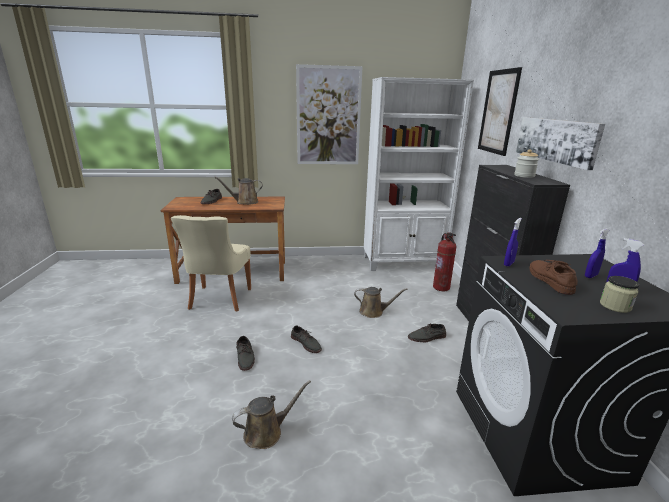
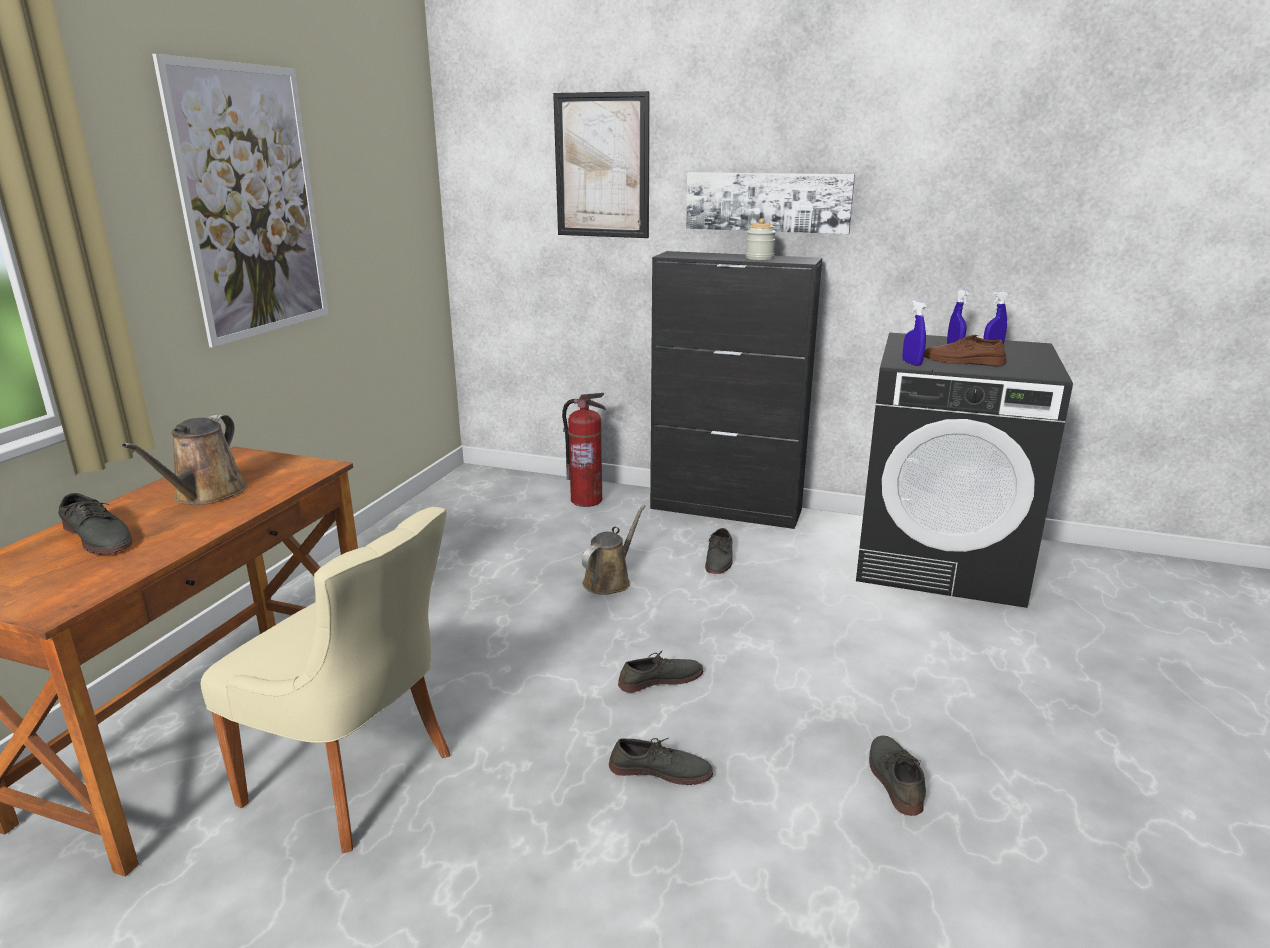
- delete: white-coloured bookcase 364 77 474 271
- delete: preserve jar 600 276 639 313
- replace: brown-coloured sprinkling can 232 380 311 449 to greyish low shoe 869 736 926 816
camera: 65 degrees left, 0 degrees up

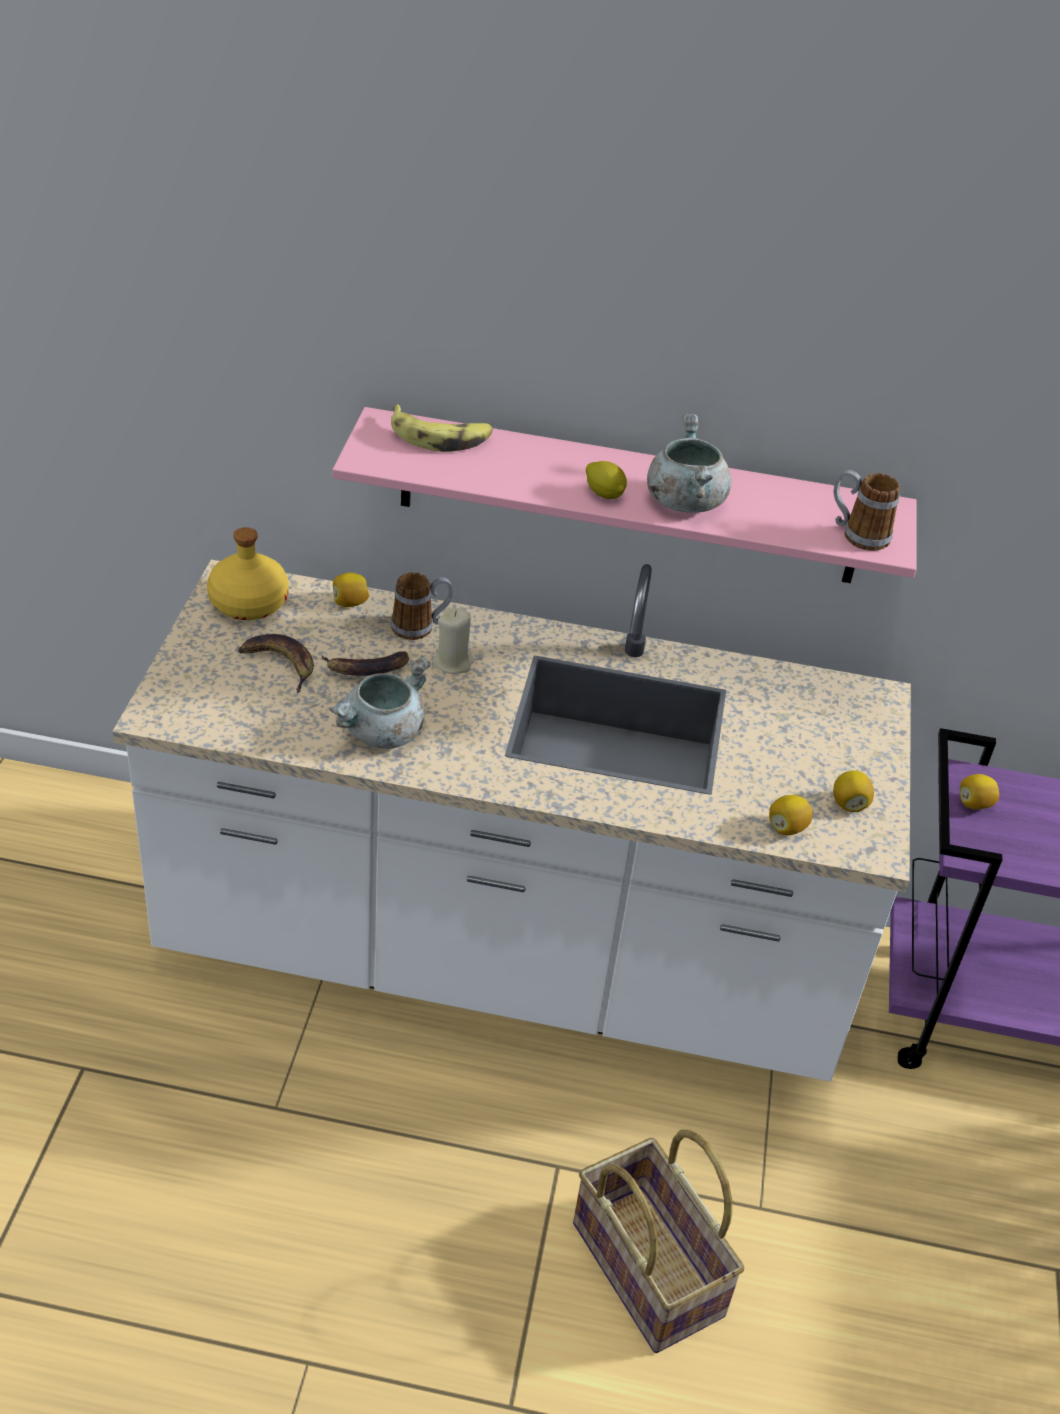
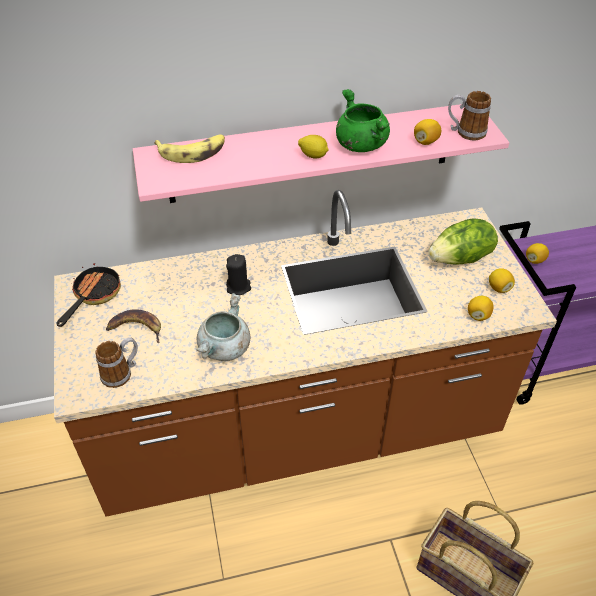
- recolor: greyish cooking pot 647 413 732 513 to greenish cooking pot 336 89 390 152
- replace: yellowish beverage bottle 207 527 289 620 to frying pan 56 258 121 327
- recolor: white-coloured kitchen counter 113 560 911 1081 to brown-coloured kitchen counter 54 190 557 517
- move: mug 391 572 453 640 to 95 337 138 388
- move: lemon 333 573 370 607 to 414 119 441 145
- recolor: beige candle 432 608 475 674 to blackish candle 226 254 251 295
- delete: banana 321 651 409 676
- insert: lettuce head 428 218 498 265
camera: 20 degrees left, 5 degrees up

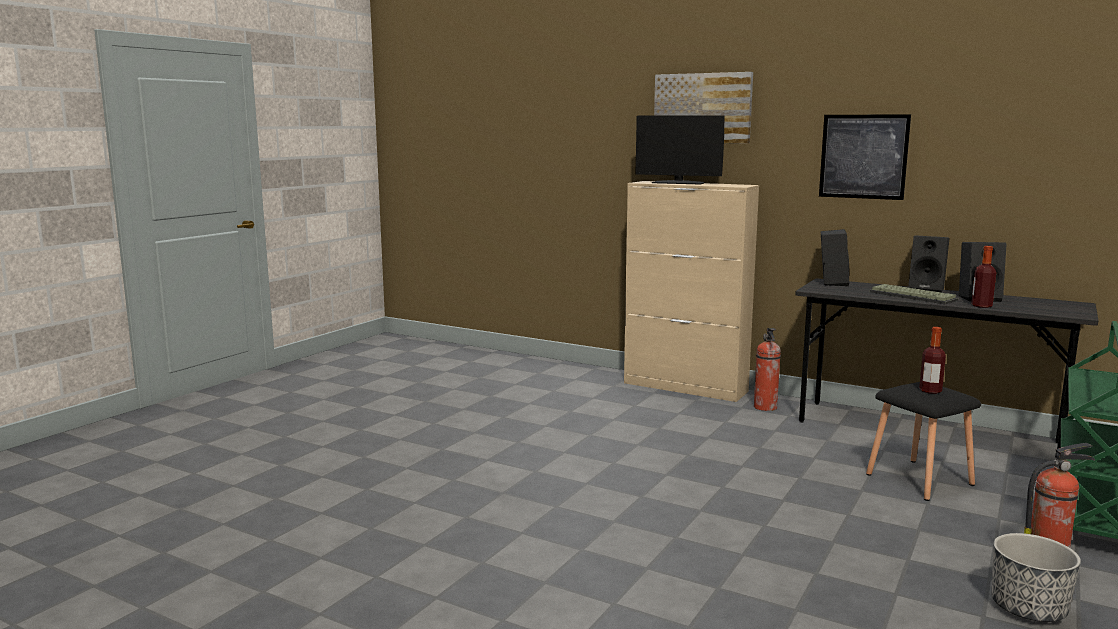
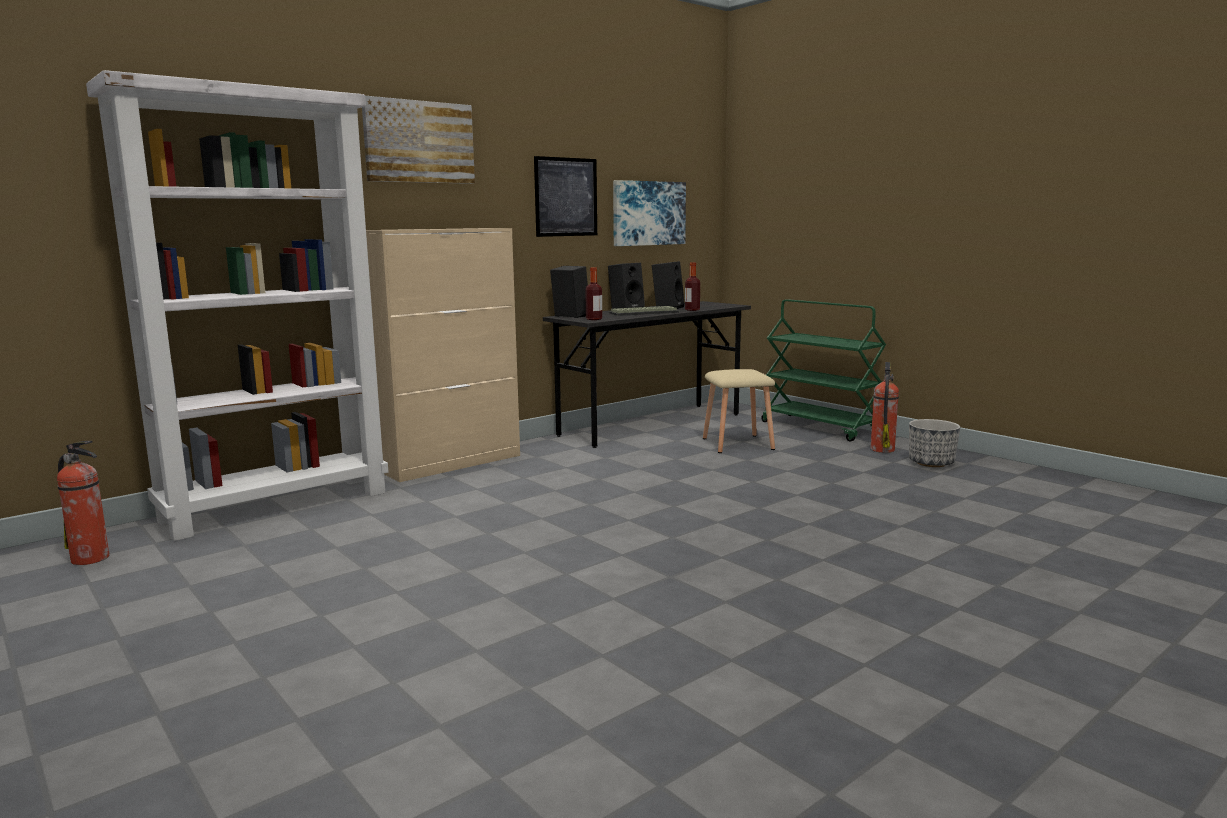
- delete: computer display 636 115 724 185
- move: beverage bottle 919 327 946 394 to 585 267 602 320
- move: extinguisher 754 328 781 411 to 57 441 110 565
- recolor: blackish stool 866 382 981 501 to beige stool 703 369 775 453
- insert: white-coloured bookcase 86 70 388 541
- insert: picture 613 180 686 246
camera: 70 degrees left, 0 degrees up

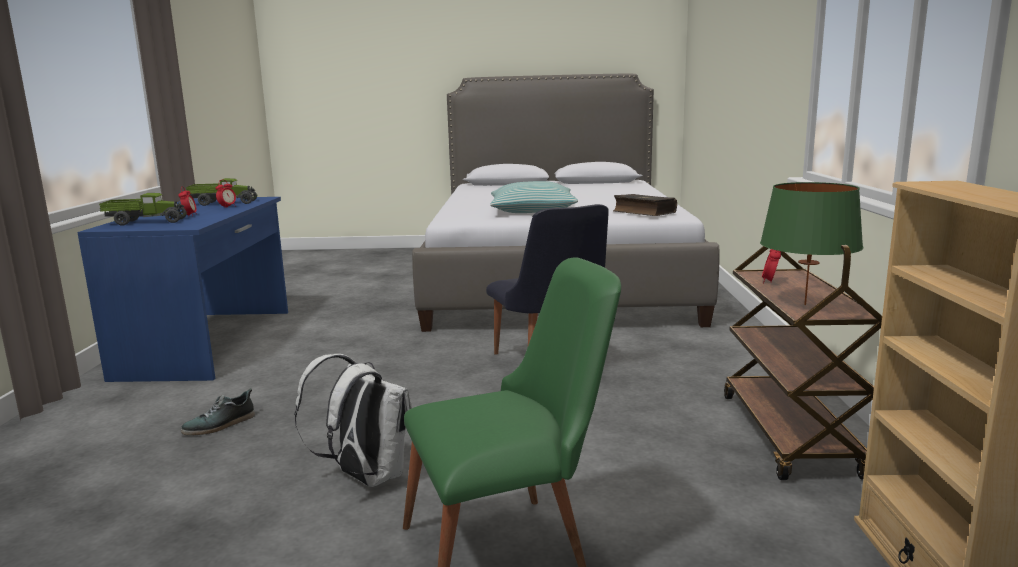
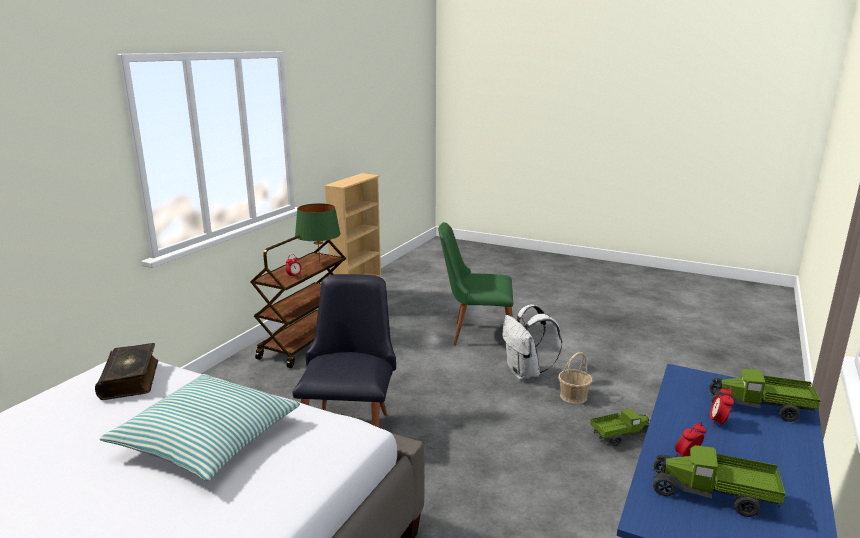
- replace: low shoe 181 388 255 436 to toy truck 590 409 650 446
- insert: basket 558 352 592 404
camera: 155 degrees left, 5 degrees up

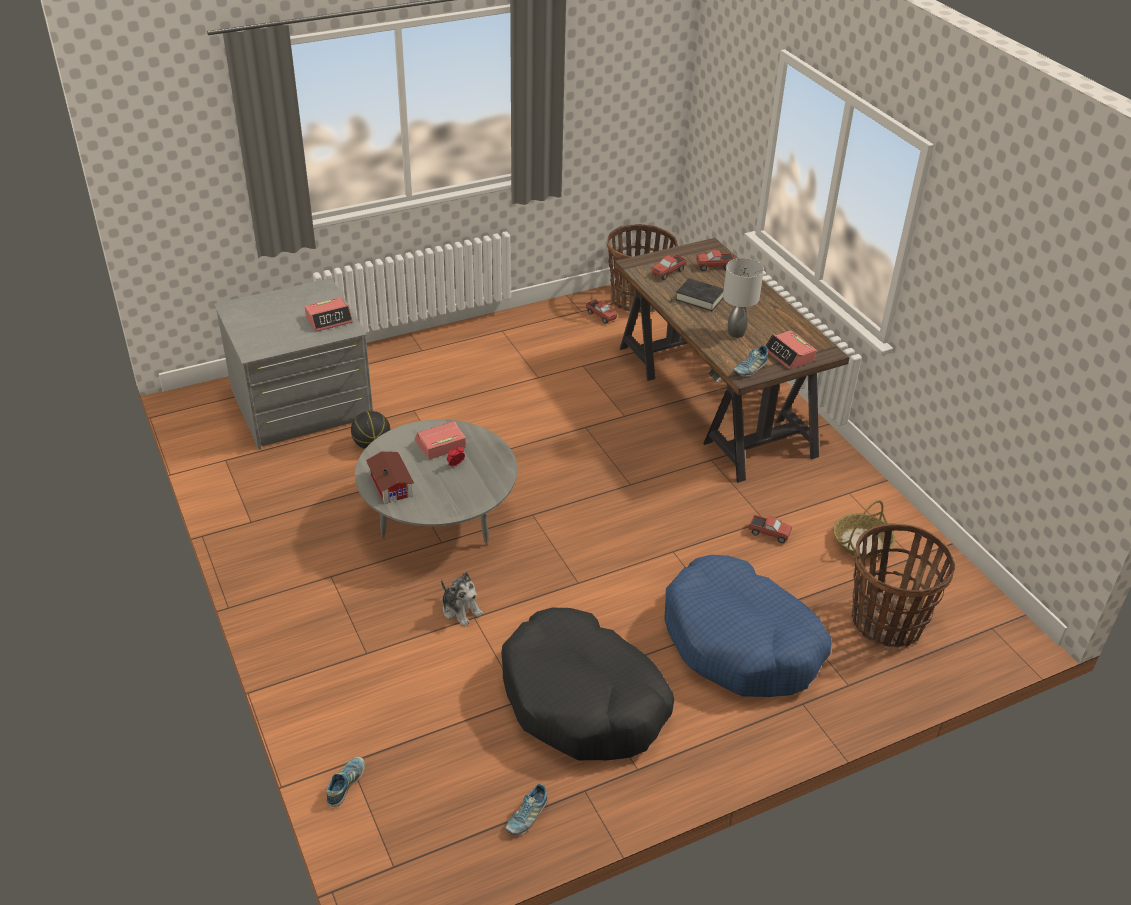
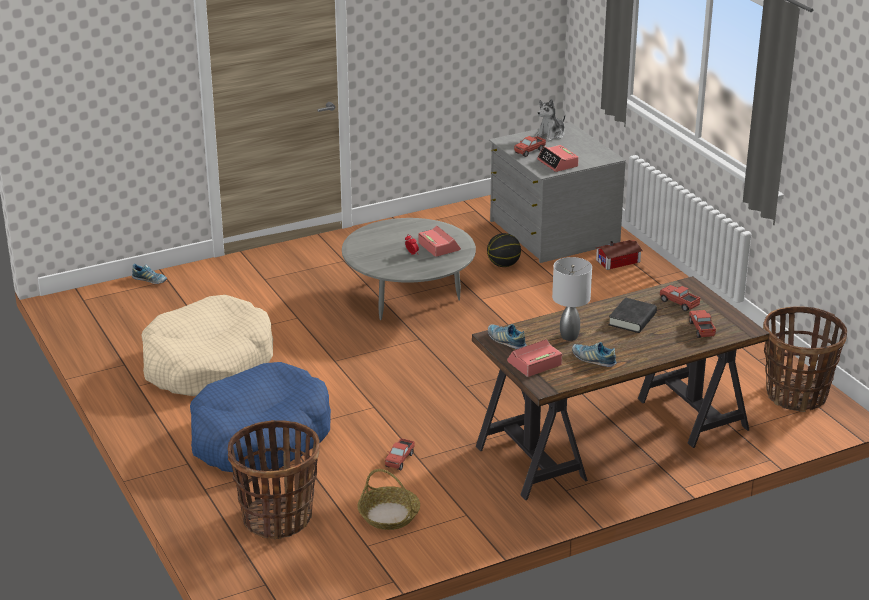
- move: toy truck 586 299 617 324 to 514 136 546 157
- move: miniature house 366 451 414 504 to 596 240 643 270
- move: soft toy 441 572 483 626 to 535 99 565 142
- recolor: blackish pet bed 501 608 674 761 to beige pet bed 142 295 273 396
- move: low shoe 505 784 548 835 to 572 342 617 367
camera: 90 degrees right, 10 degrees down

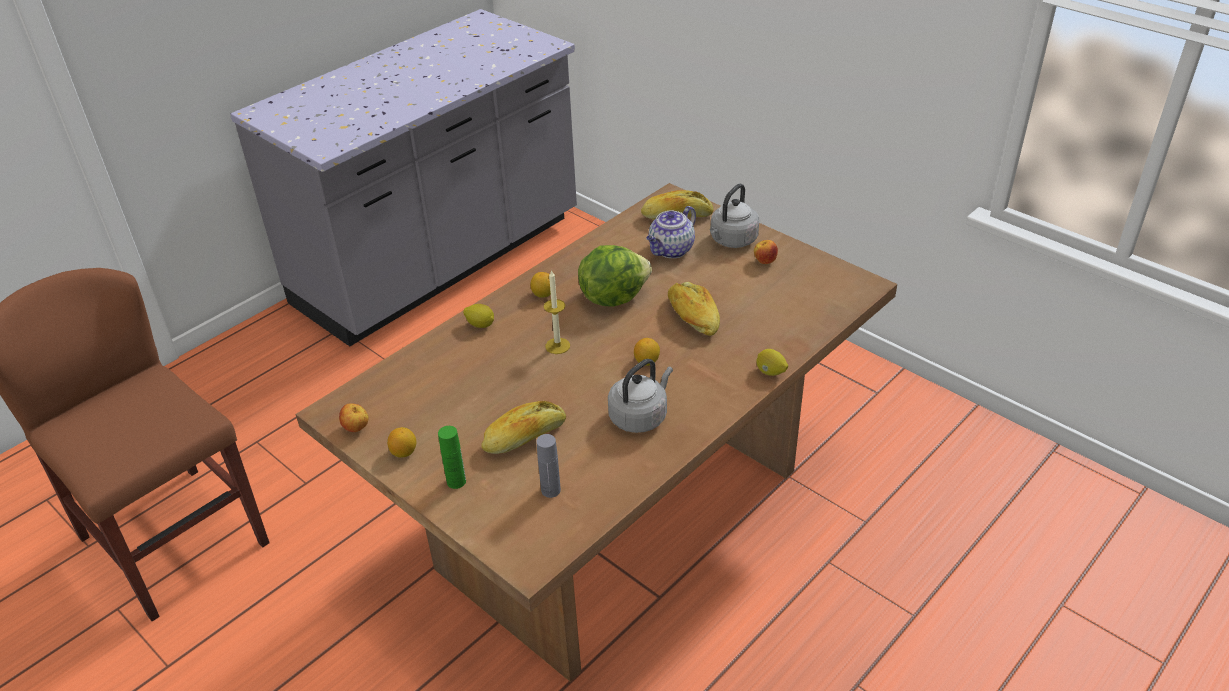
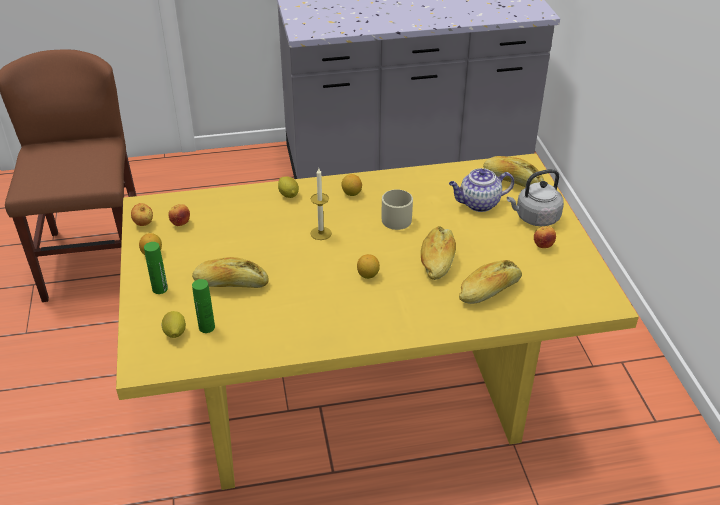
- recolor: brown-coloured kitchen table 296 183 897 682 to yellowish kitchen table 116 153 639 490
- replace: lettuce head 578 245 652 307 to beige mug 381 189 413 230
- move: lemon 756 349 788 376 to 161 311 186 338
- delete: greyish tea kettle 608 359 673 433
- recolor: greyish beverage bottle 536 434 561 498 to greenish beverage bottle 192 279 215 333
- insert: whole apple 168 204 190 226
- insert: bread 459 260 522 304
camera: 35 degrees right, 0 degrees up

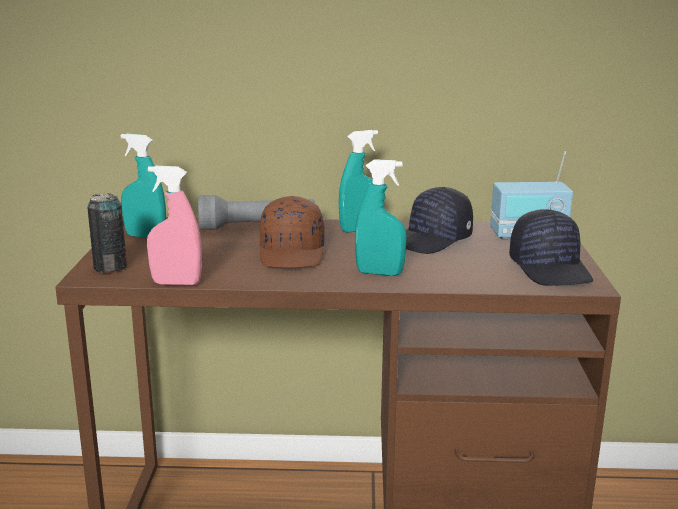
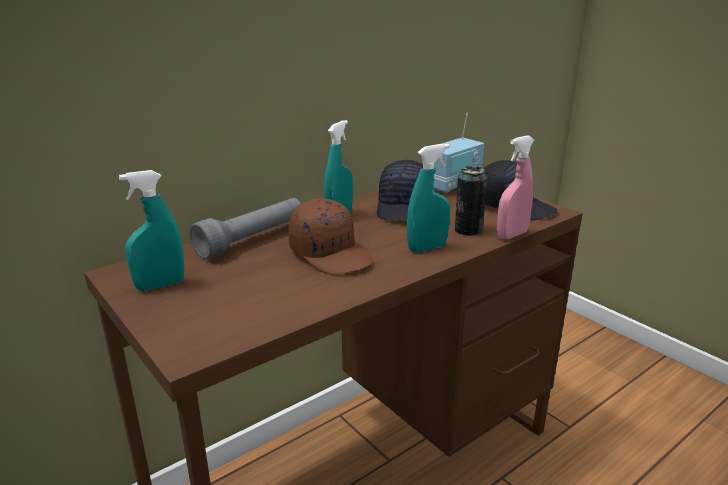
- move: pink-coloured spray bottle 147 166 202 285 to 497 135 534 240
- move: can 87 193 127 273 to 455 166 487 236
camera: 40 degrees left, 5 degrees up

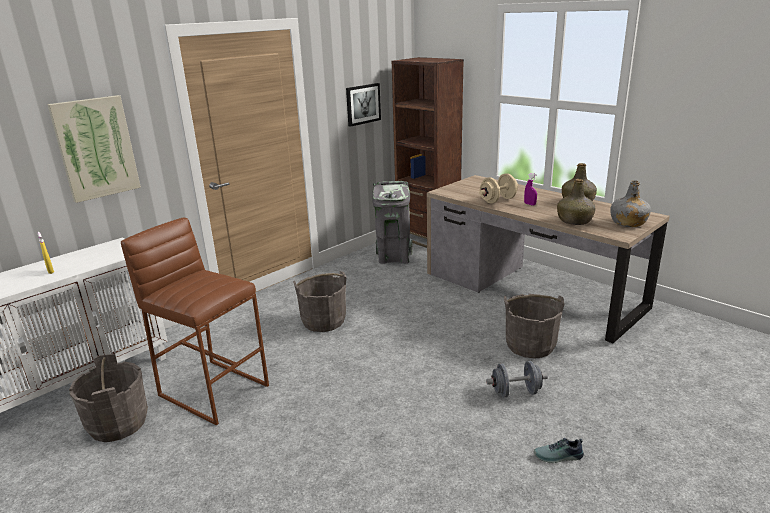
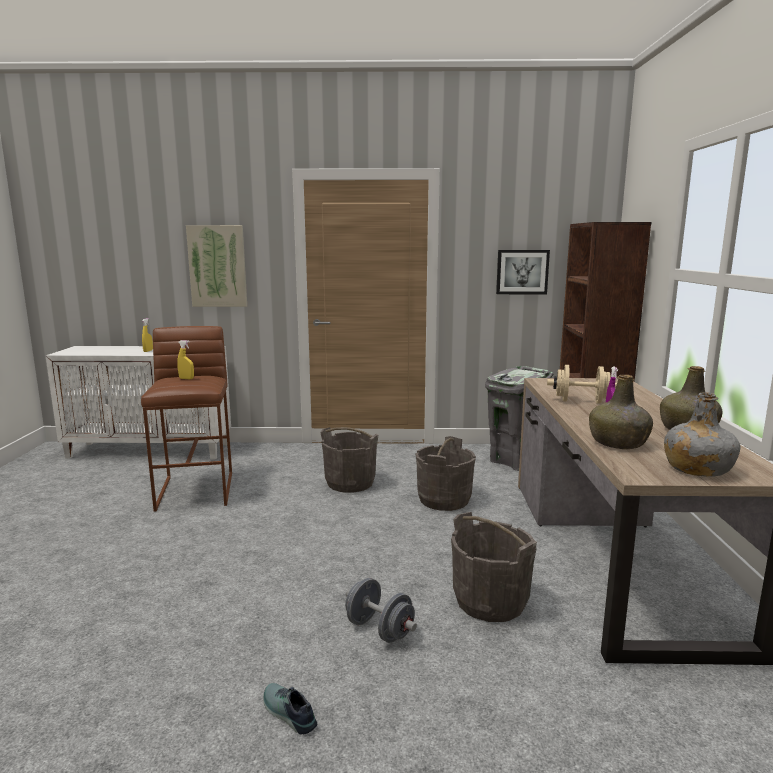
- move: greyish pail 69 354 148 442 to 416 436 476 511
- insert: yellowish spray bottle 177 340 194 379
camera: 45 degrees right, 10 degrees down

